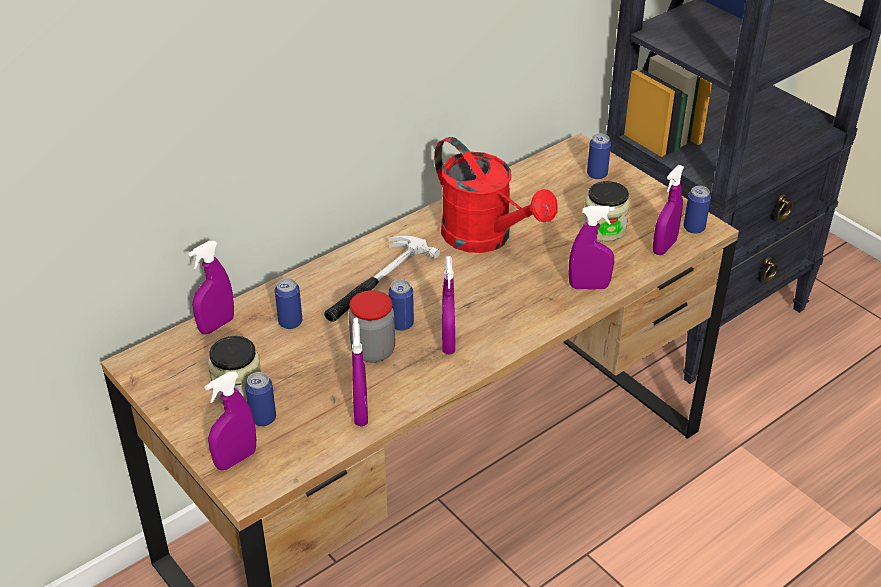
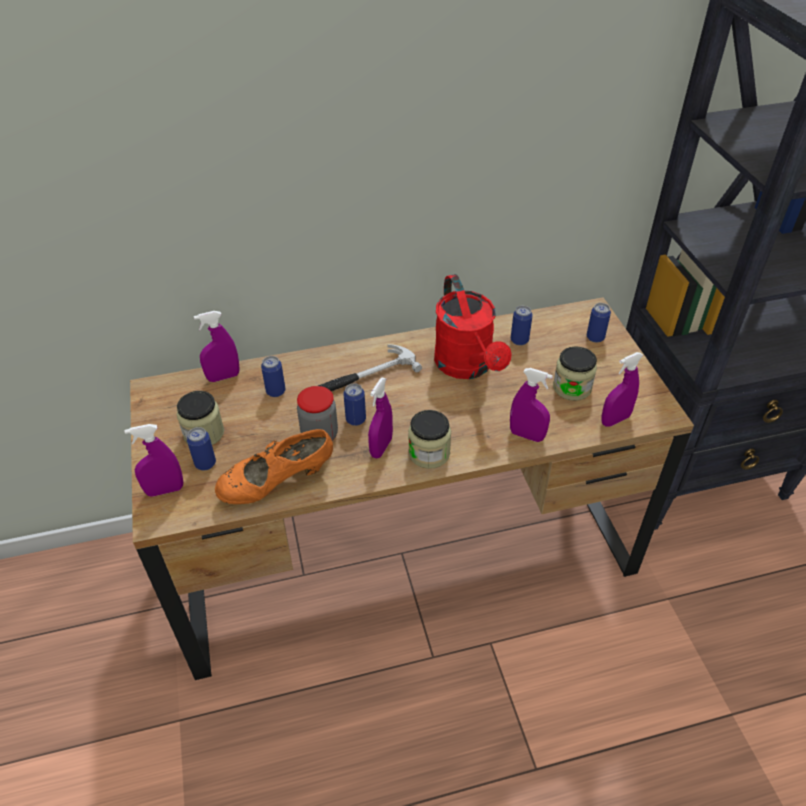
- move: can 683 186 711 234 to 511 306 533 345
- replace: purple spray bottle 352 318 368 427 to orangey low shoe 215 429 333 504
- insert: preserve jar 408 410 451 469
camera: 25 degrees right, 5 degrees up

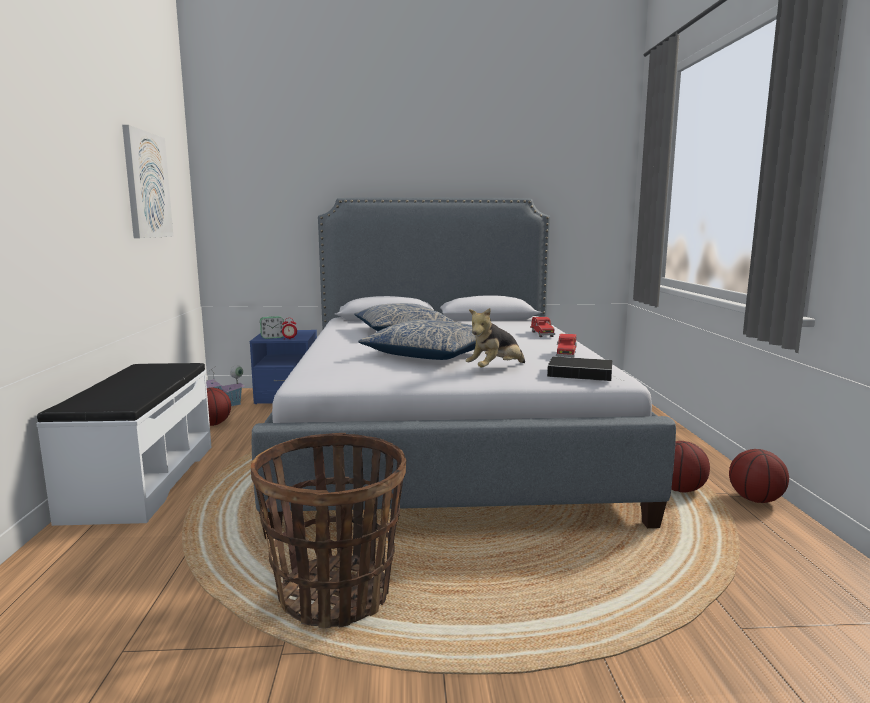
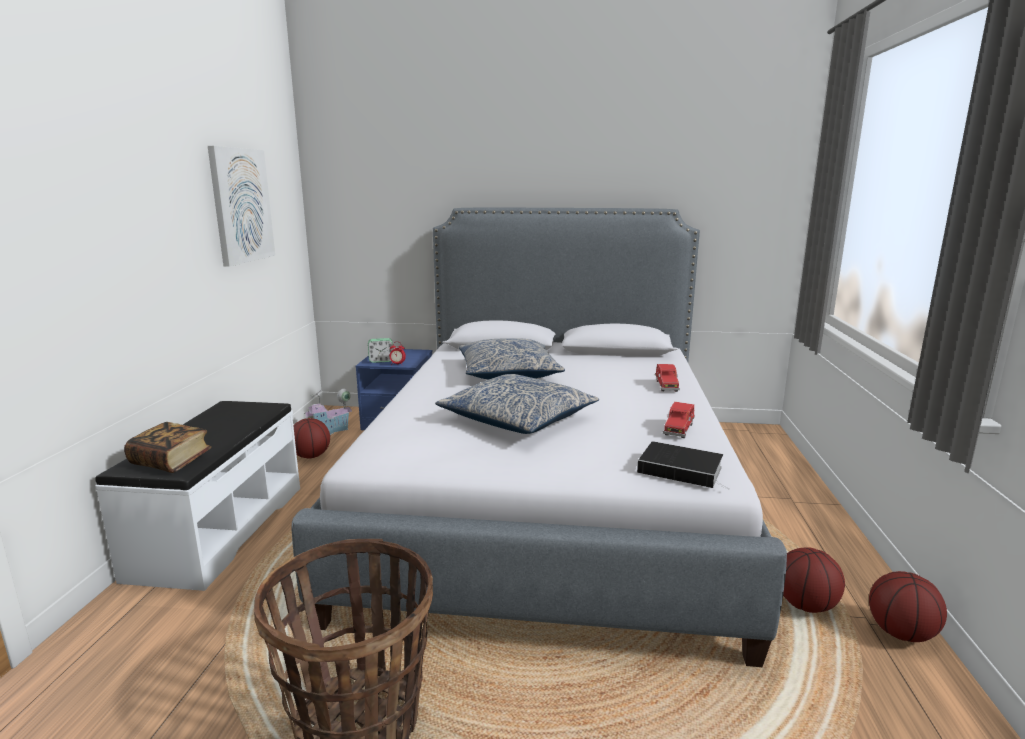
- delete: soft toy 466 308 525 367
- insert: volume 124 422 212 473
camera: 10 degrees right, 5 degrees up

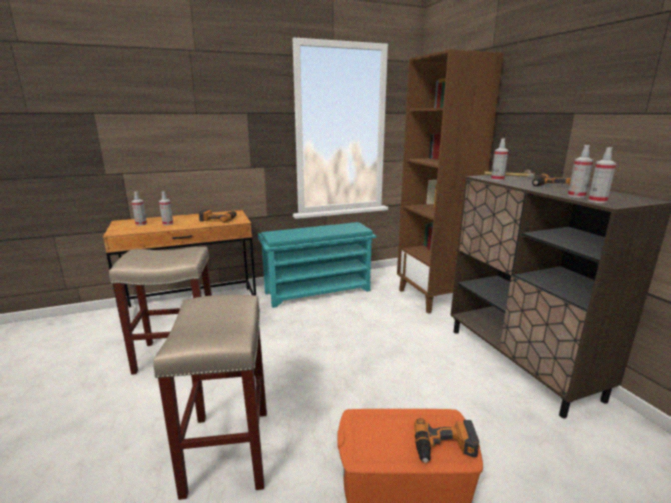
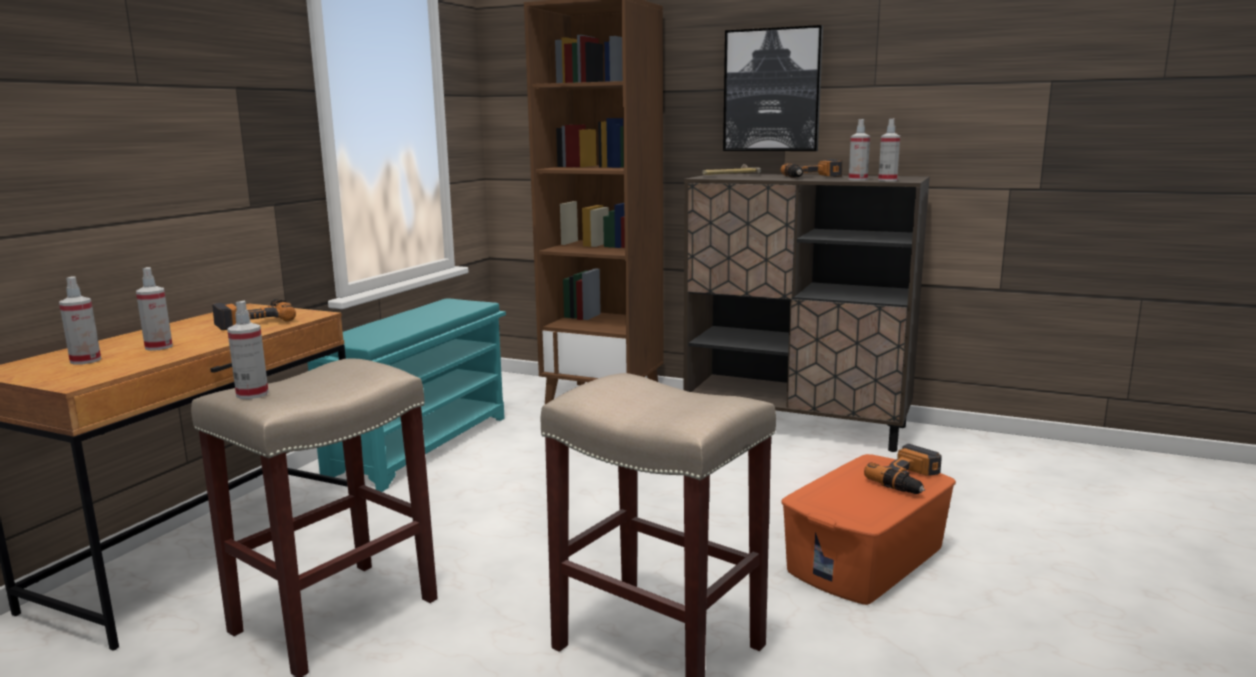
- move: spray bottle 491 138 509 181 to 227 300 269 399
- insert: picture 723 25 823 151
camera: 45 degrees left, 5 degrees down

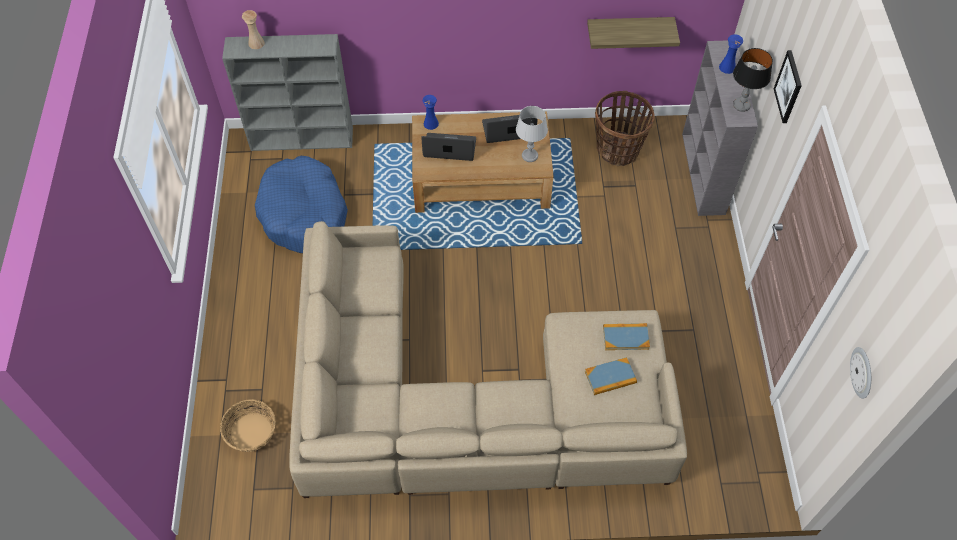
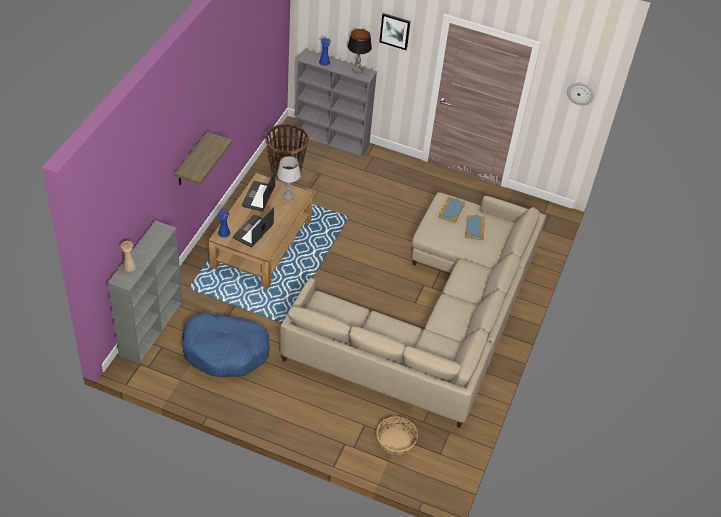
- move: bracket shelf 587 17 680 49 to 174 132 232 185
camera: 70 degrees left, 10 degrees down

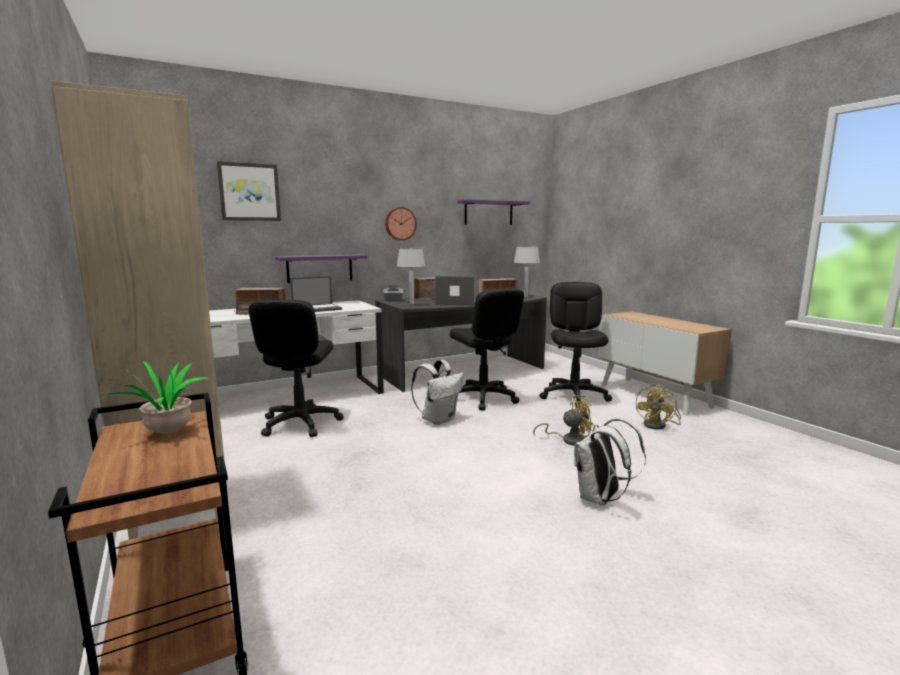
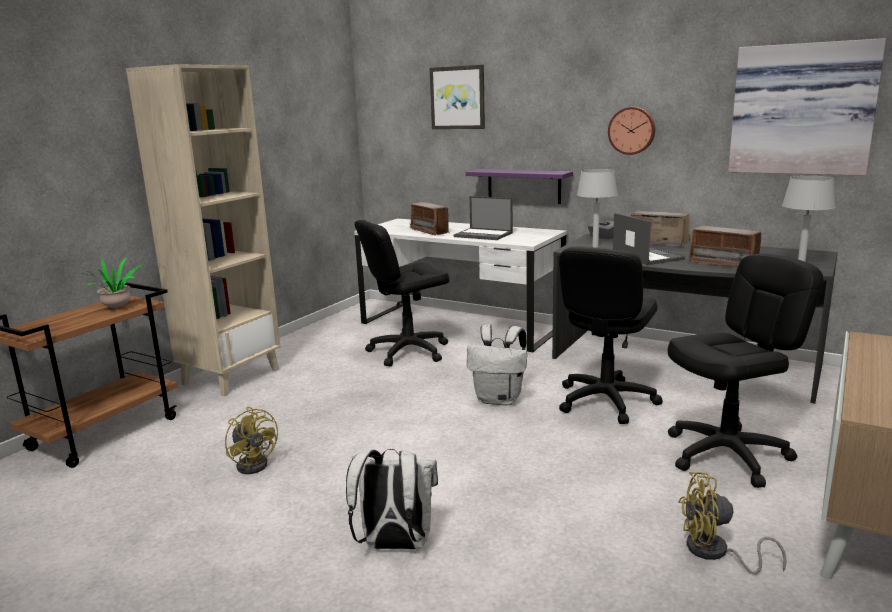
- replace: purple bracket shelf 457 199 530 225 to picture 728 38 886 176
- move: yellowish fan 533 396 595 446 to 225 407 278 474
camera: 60 degrees right, 5 degrees up

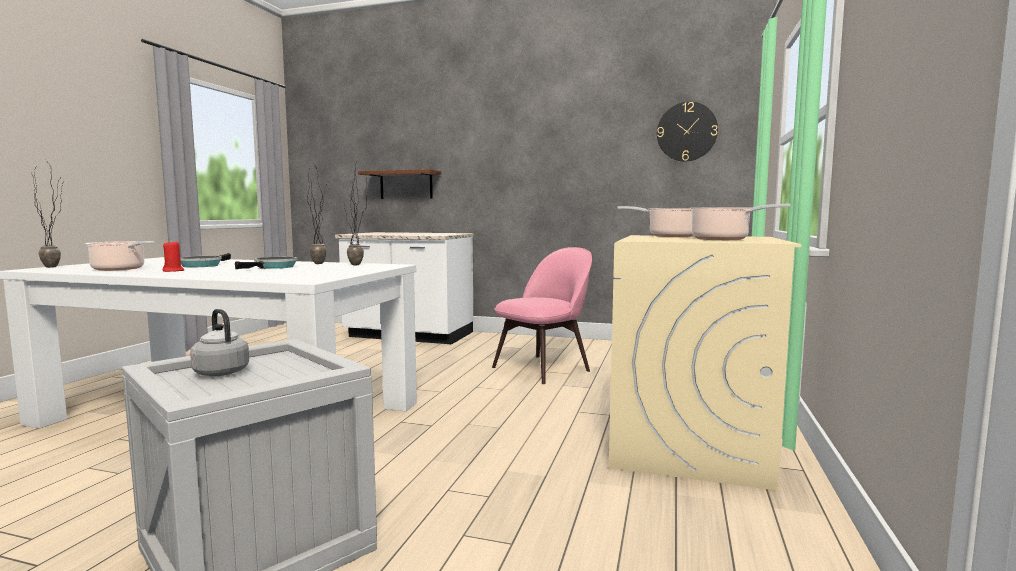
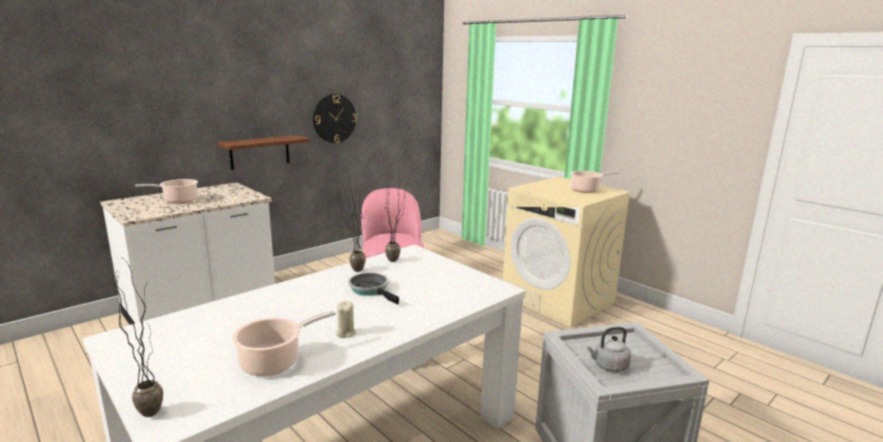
- move: hanging clock 657 102 718 162 to 313 94 357 143
- move: brown-coloured bracket shelf 358 169 441 199 to 217 135 310 170
- move: cooking pot 617 206 693 237 to 135 179 198 204
- recolor: reddish candle 163 242 184 272 to beige candle 336 301 356 338
- delete: frying pan 180 253 231 267
camera: 60 degrees left, 10 degrees up

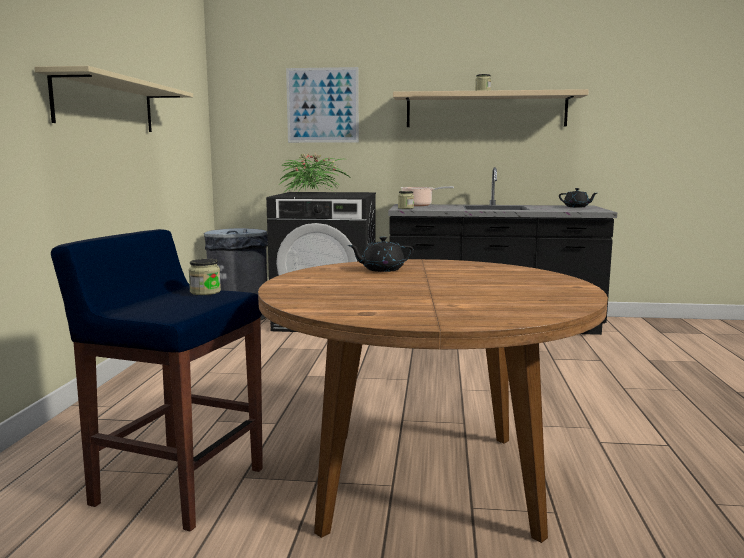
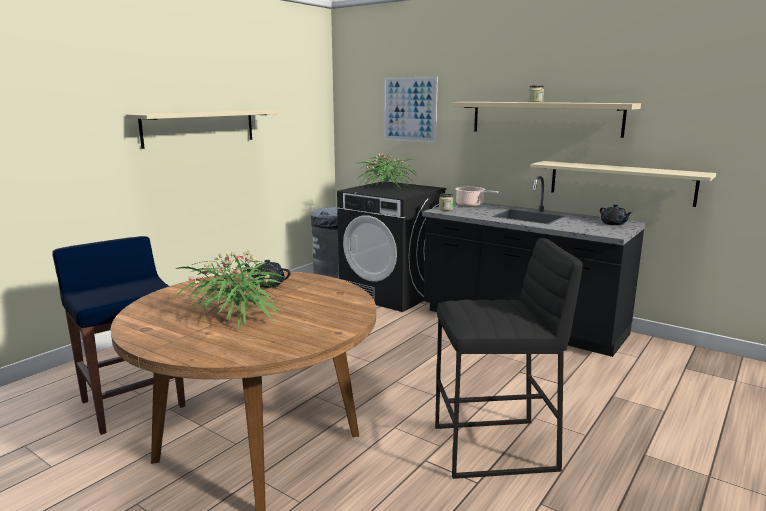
- delete: preserve jar 188 259 221 295
- insert: beige bracket shelf 530 161 716 207
- insert: blackish stool 435 238 583 479
- insert: potted plant 176 250 285 329
camera: 30 degrees right, 5 degrees up

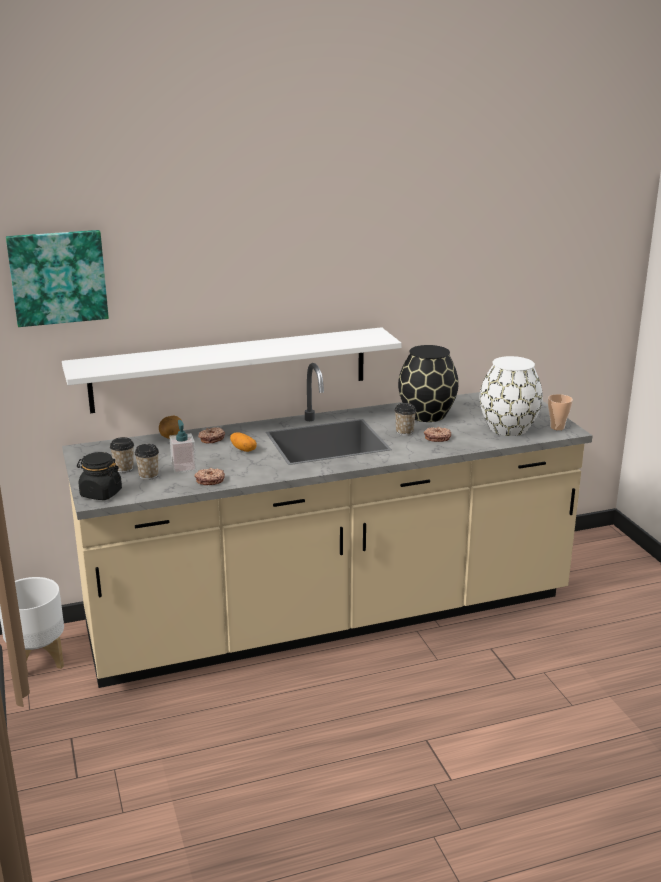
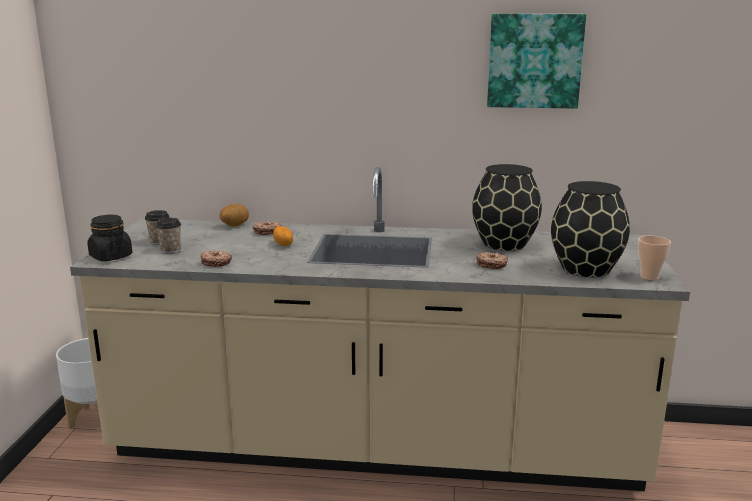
- move: picture 6 230 109 327 to 487 14 586 109
- delete: white-coloured bracket shelf 62 327 401 413
- recolor: white-coloured vase 480 356 543 436 to blackish vase 551 181 630 277
- delete: drinking cup 394 403 417 436
- delete: soap bottle 169 420 196 474
camera: 25 degrees right, 5 degrees down

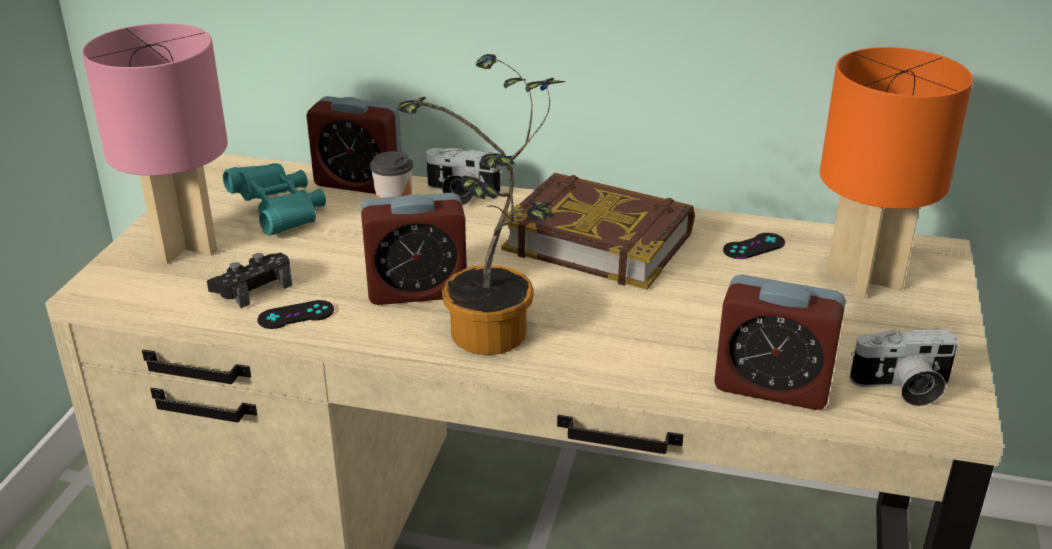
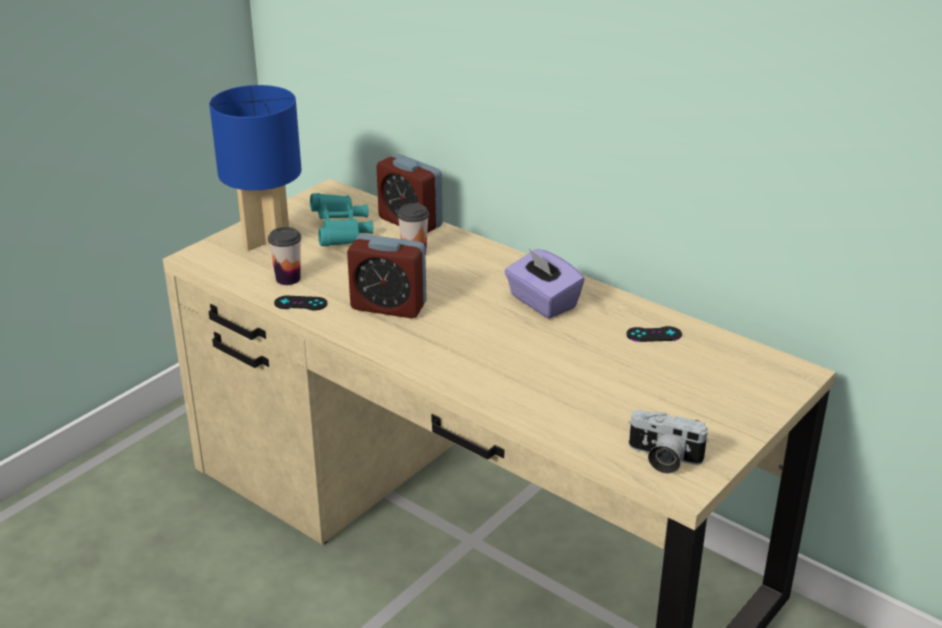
- recolor: pink-coloured tabletop lamp 82 23 228 264 to blue-coloured tabletop lamp 209 85 302 251
- delete: orangey tabletop lamp 820 47 973 299
- delete: potted plant 398 54 566 355
- delete: still camera 425 148 502 205
- replace: volume 501 173 695 290 to purple tissue holder 505 249 585 319
- replace: blackish game controller 207 253 292 308 to drinking cup 268 227 301 285
- delete: bedside clock 714 275 846 410
camera: 25 degrees right, 0 degrees up

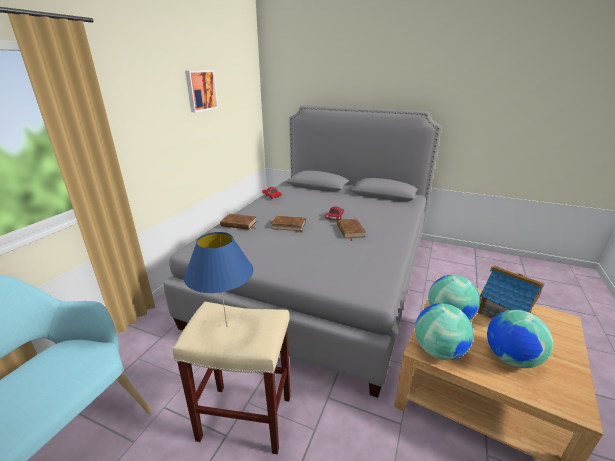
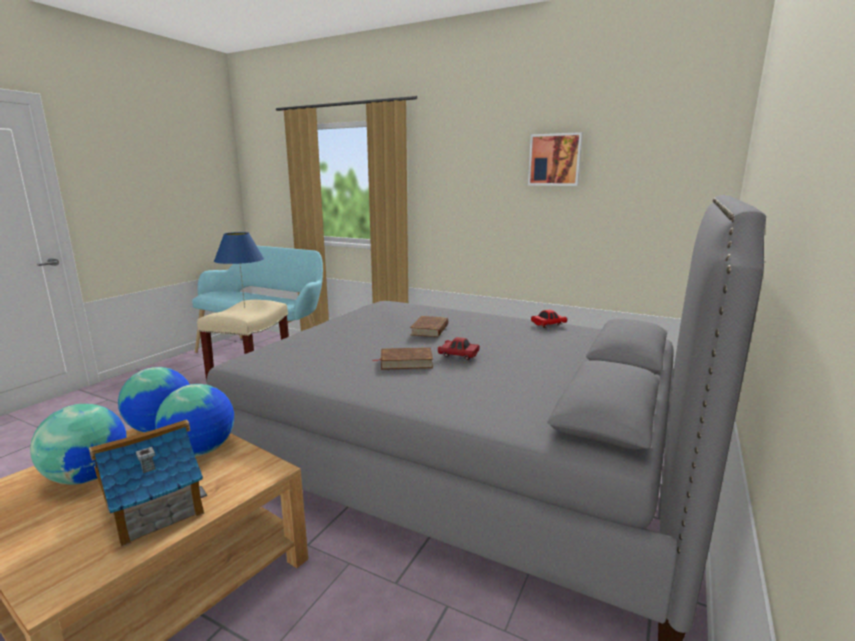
- delete: brown-coloured volume 220 214 257 230
camera: 95 degrees right, 10 degrees down

